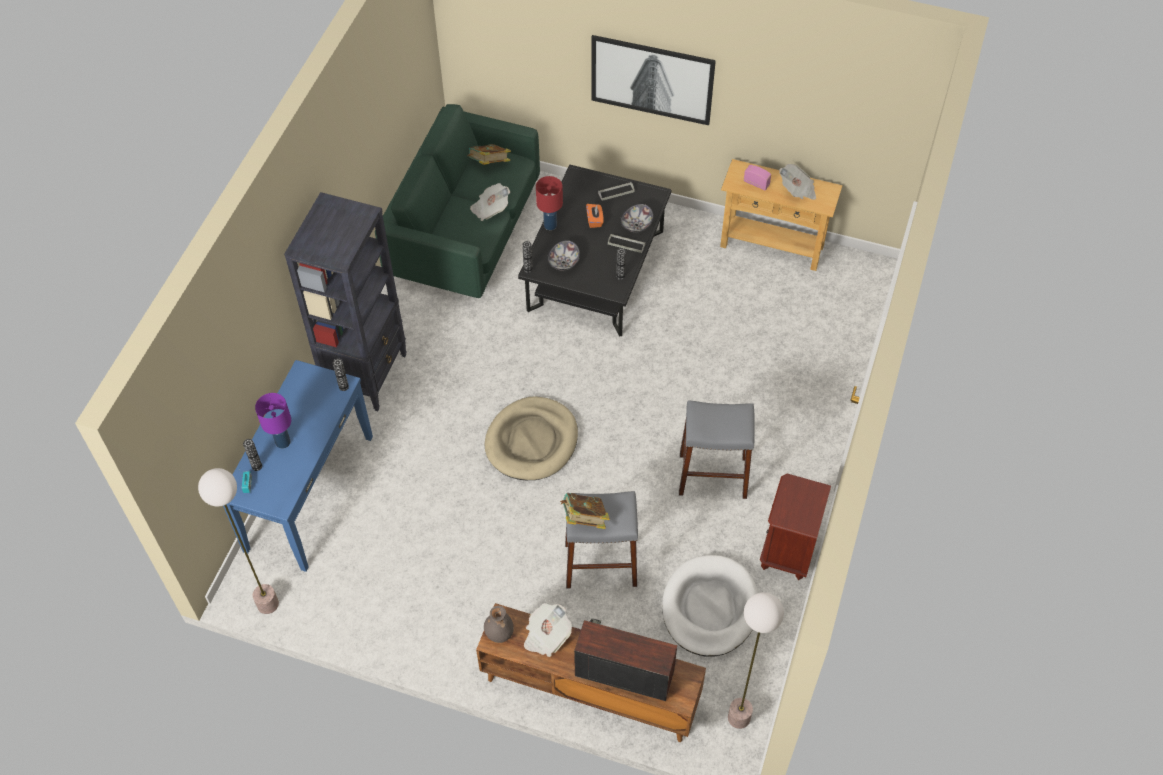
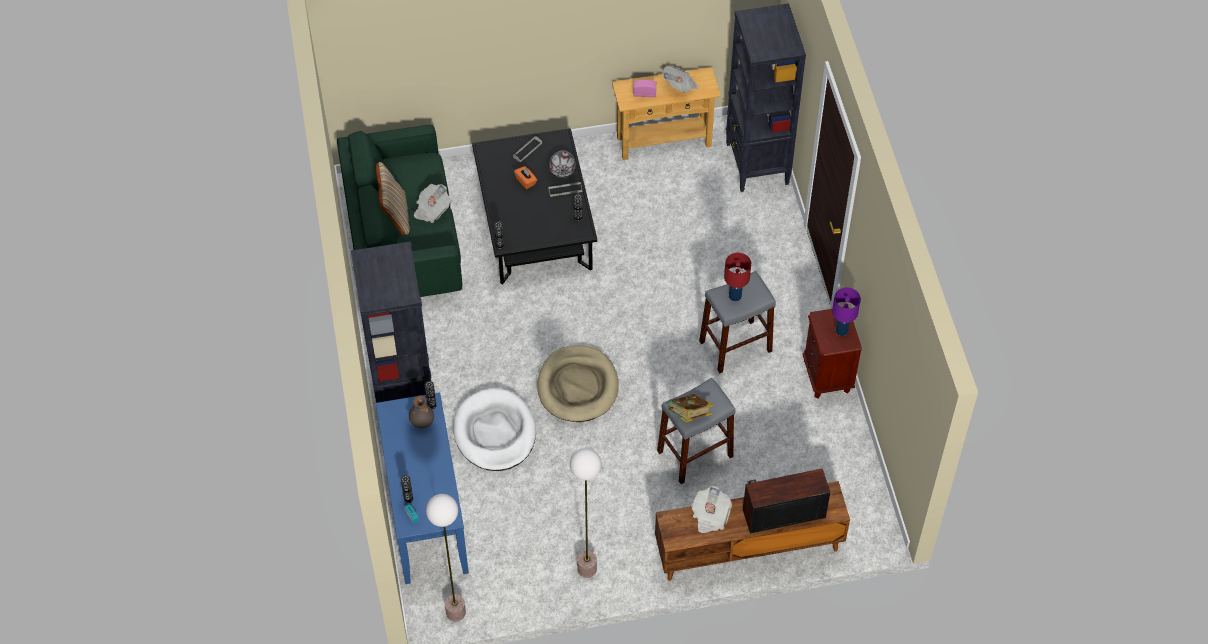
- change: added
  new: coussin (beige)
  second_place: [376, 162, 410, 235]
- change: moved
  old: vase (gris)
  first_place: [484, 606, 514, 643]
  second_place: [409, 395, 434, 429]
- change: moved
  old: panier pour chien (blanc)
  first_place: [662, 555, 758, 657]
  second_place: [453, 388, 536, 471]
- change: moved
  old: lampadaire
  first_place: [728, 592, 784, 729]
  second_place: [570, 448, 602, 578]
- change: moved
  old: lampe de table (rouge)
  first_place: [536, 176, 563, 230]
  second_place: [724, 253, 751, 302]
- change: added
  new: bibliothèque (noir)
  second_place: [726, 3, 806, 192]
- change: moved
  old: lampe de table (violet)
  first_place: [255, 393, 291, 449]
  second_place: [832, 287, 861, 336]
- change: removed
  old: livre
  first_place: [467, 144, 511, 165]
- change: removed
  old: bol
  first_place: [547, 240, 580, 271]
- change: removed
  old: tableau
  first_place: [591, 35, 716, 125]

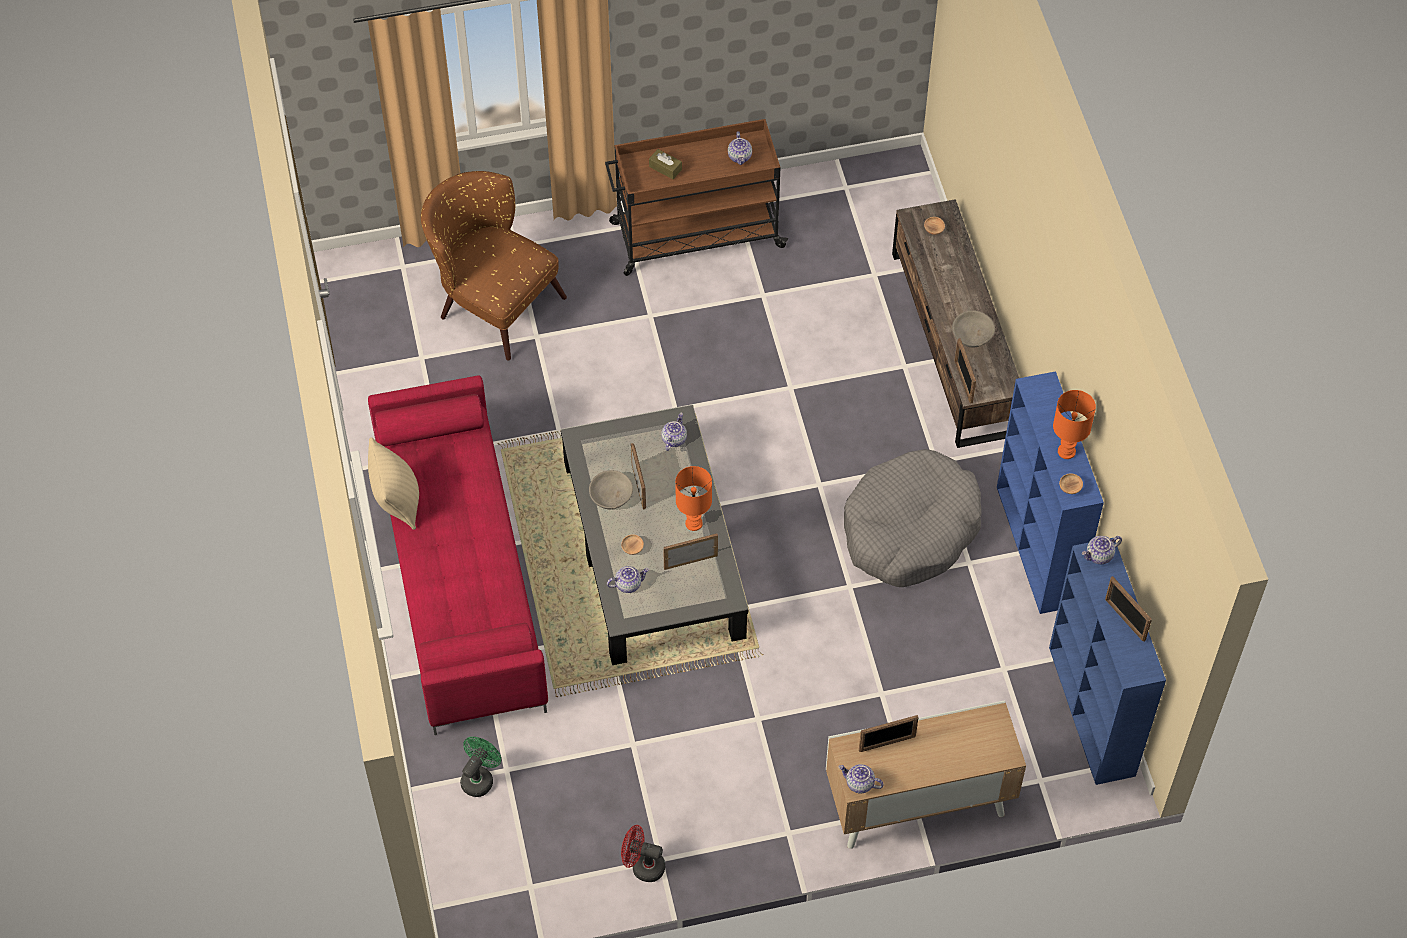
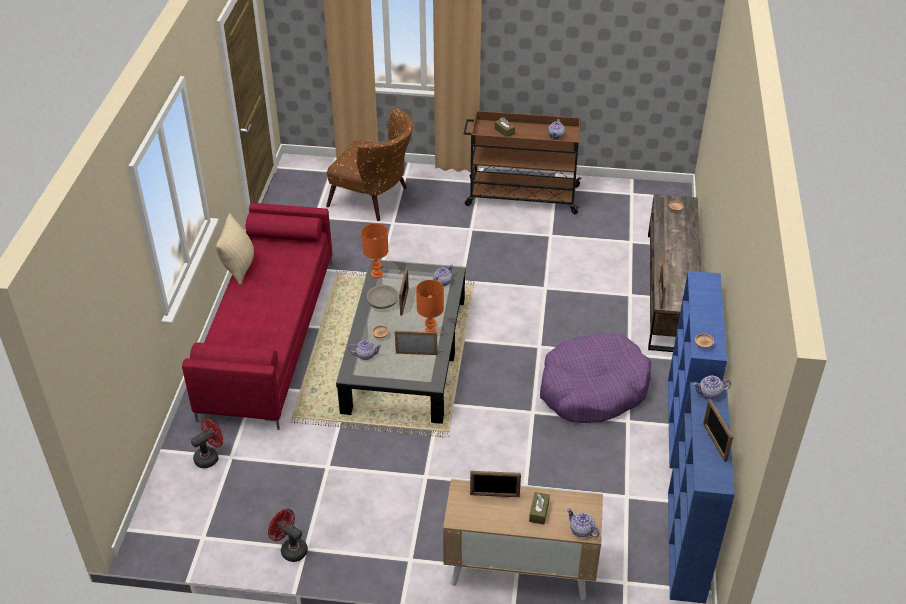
- change: recoloured
  old: ventilateur (vert)
  new: ventilateur (rouge)
  first_place: [460, 737, 501, 797]
  second_place: [191, 418, 223, 468]
- change: turned
  old: fauteuil (marron)
  first_place: [421, 171, 567, 361]
  second_place: [326, 108, 414, 221]
  degrees: 150
- change: moved
  old: lampe de table (orange)
  first_place: [1053, 390, 1096, 459]
  second_place: [362, 223, 388, 278]
- change: added
  new: boîte à mouchoirs (marron)
  second_place: [529, 492, 550, 525]
- change: recoloured
  old: panier pour chien (gris)
  new: panier pour chien (violet)
  first_place: [844, 449, 982, 587]
  second_place: [540, 333, 651, 423]
- change: moved
  old: théière
  first_place: [839, 764, 883, 794]
  second_place: [567, 508, 600, 537]
- change: removed
  old: bol (gris)
  first_place: [952, 310, 995, 347]

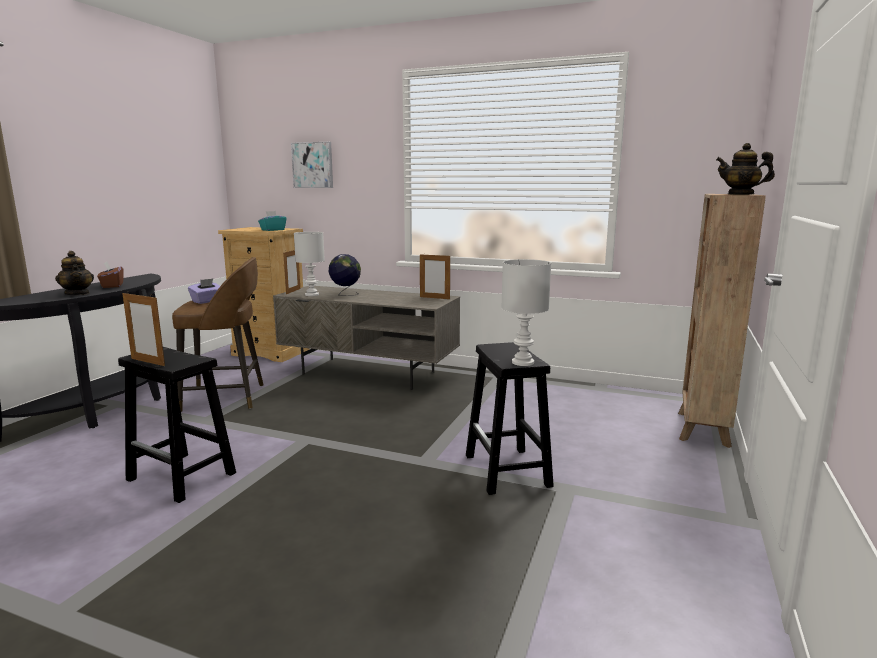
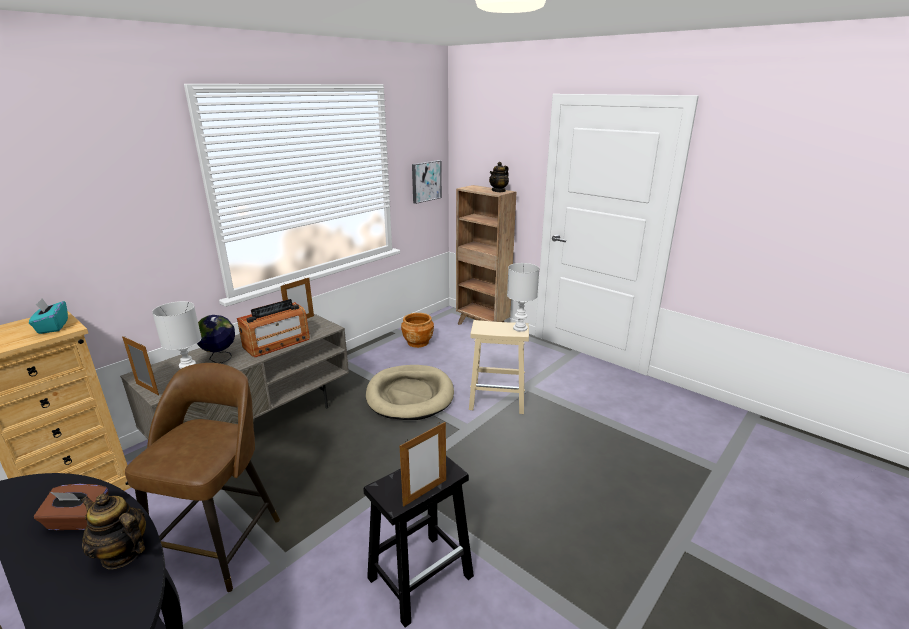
- change: turned
  old: théière
  first_place: [55, 251, 94, 295]
  second_place: [81, 494, 146, 569]
  degrees: -135
- change: added
  new: radio
  second_place: [237, 299, 310, 357]
- change: added
  new: panier pour chien (beige)
  second_place: [366, 365, 454, 420]
- change: added
  new: cache-pot (marron)
  second_place: [401, 313, 434, 348]
- change: moved
  old: tableau
  first_place: [291, 142, 333, 188]
  second_place: [412, 160, 442, 204]
- change: recoloured
  old: tabouret (noir)
  new: tabouret (beige)
  first_place: [466, 342, 554, 495]
  second_place: [469, 320, 529, 414]
- change: removed
  old: boîte à mouchoirs (violet)
  first_place: [188, 278, 220, 304]

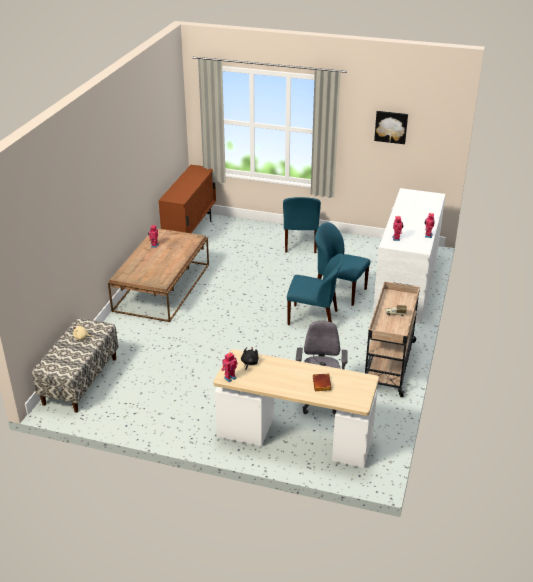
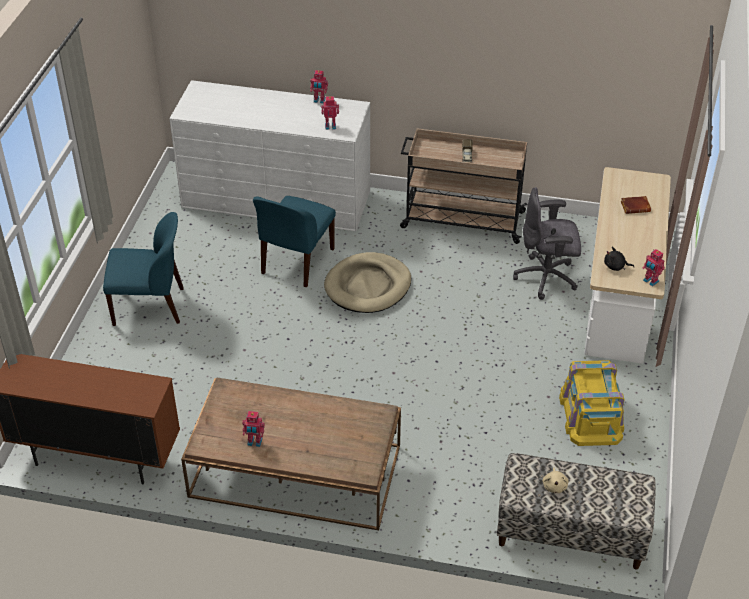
- change: replaced
  old: chaise (bleu)
  new: panier pour chien (beige)
  first_place: [287, 253, 344, 325]
  second_place: [324, 252, 411, 313]
- change: added
  new: boîte de rangement (jaune)
  second_place: [559, 360, 624, 446]
- change: removed
  old: tableau
  first_place: [374, 111, 408, 144]

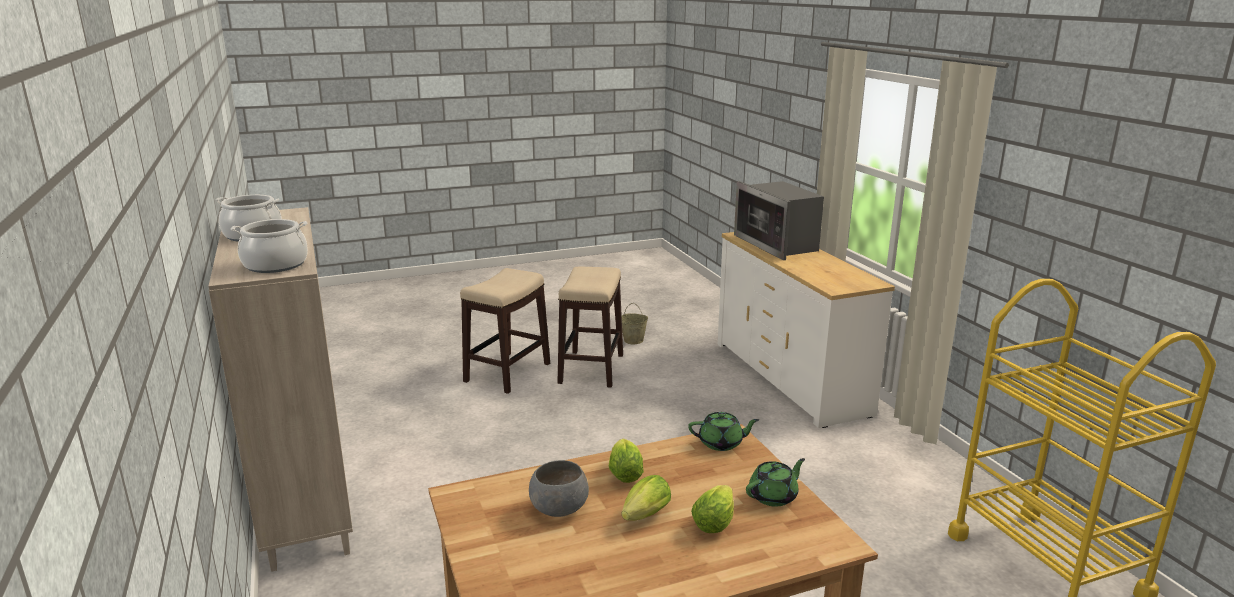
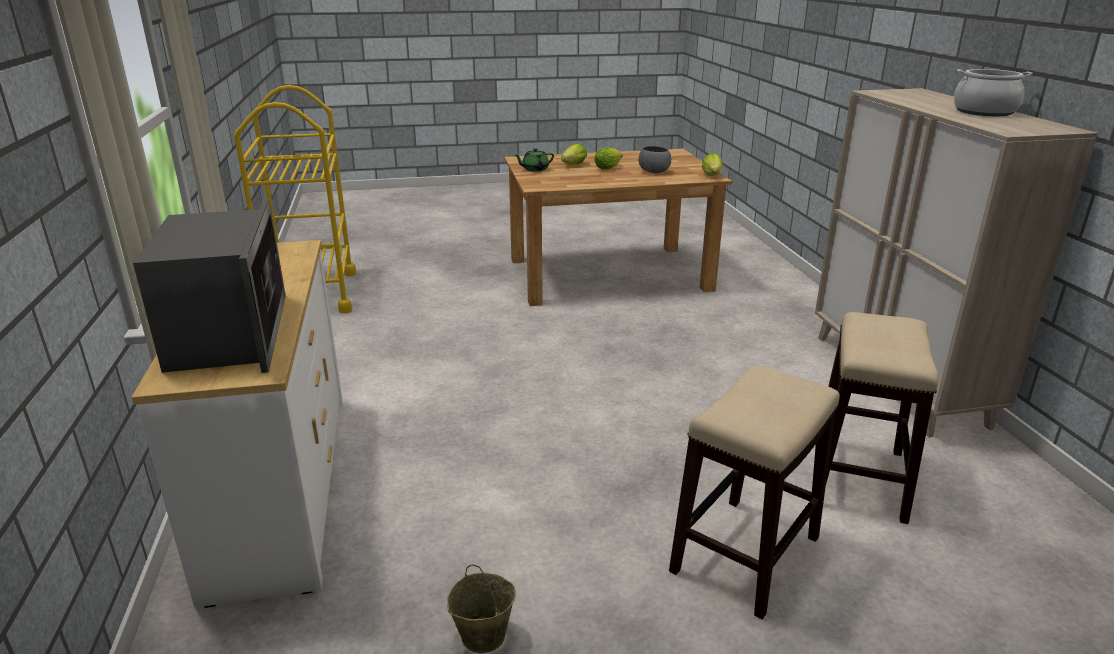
- change: moved
  old: laitue
  first_place: [609, 438, 644, 483]
  second_place: [702, 153, 723, 176]
- change: moved
  old: tabouret
  first_place: [557, 266, 623, 388]
  second_place: [826, 312, 939, 524]
- change: removed
  old: marmite
  first_place: [231, 219, 308, 273]
- change: removed
  old: théière (vert)
  first_place: [688, 412, 759, 451]

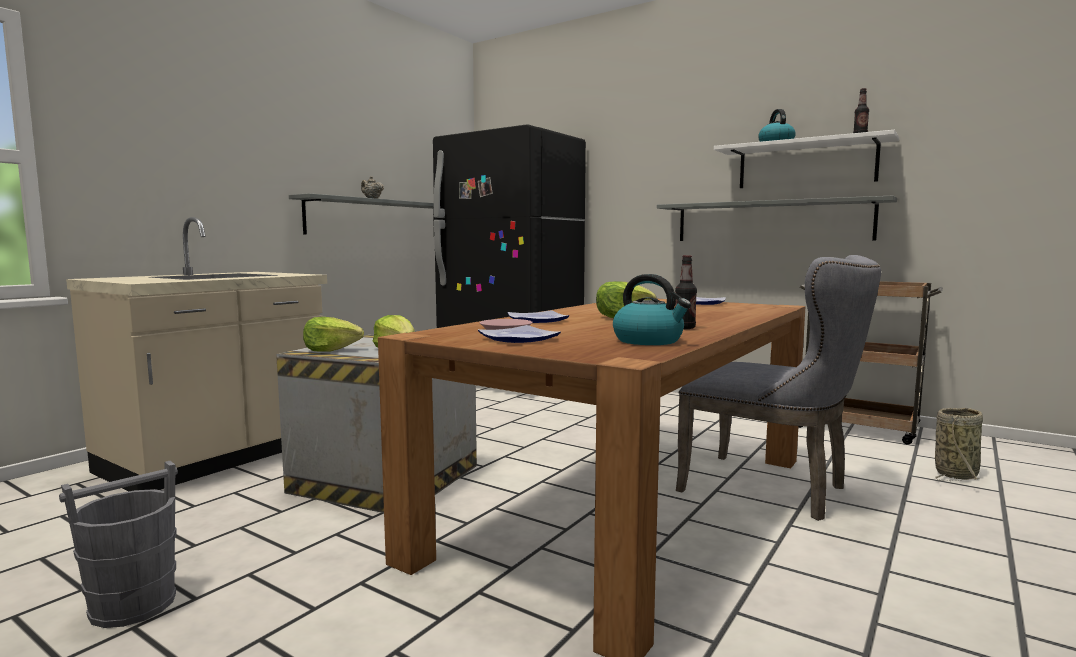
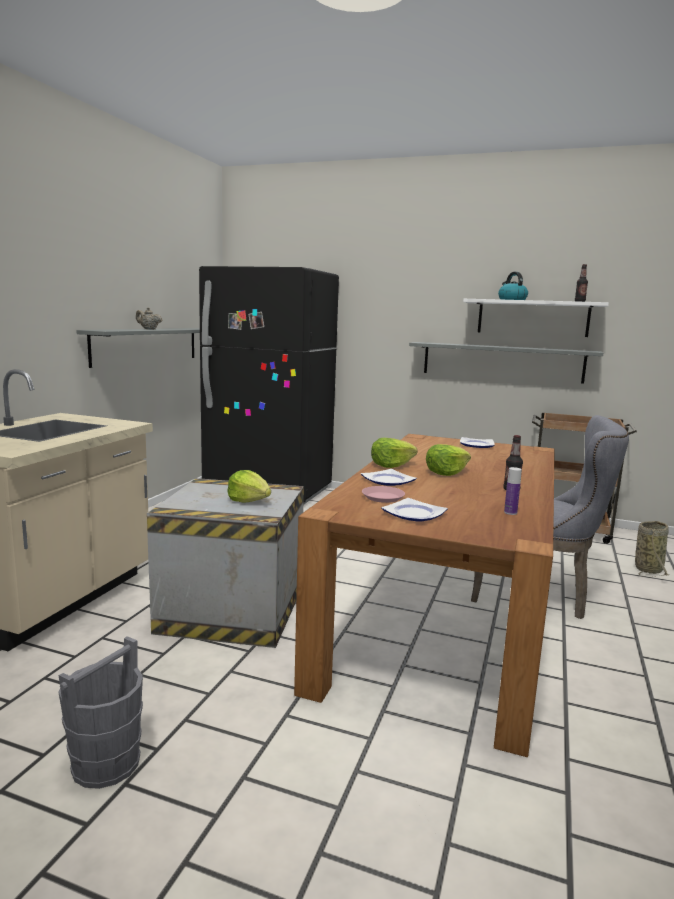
- change: moved
  old: laitue
  first_place: [303, 317, 364, 352]
  second_place: [371, 438, 418, 468]
- change: replaced
  old: bouilloire
  new: bouteille
  first_place: [613, 274, 691, 345]
  second_place: [504, 467, 522, 515]

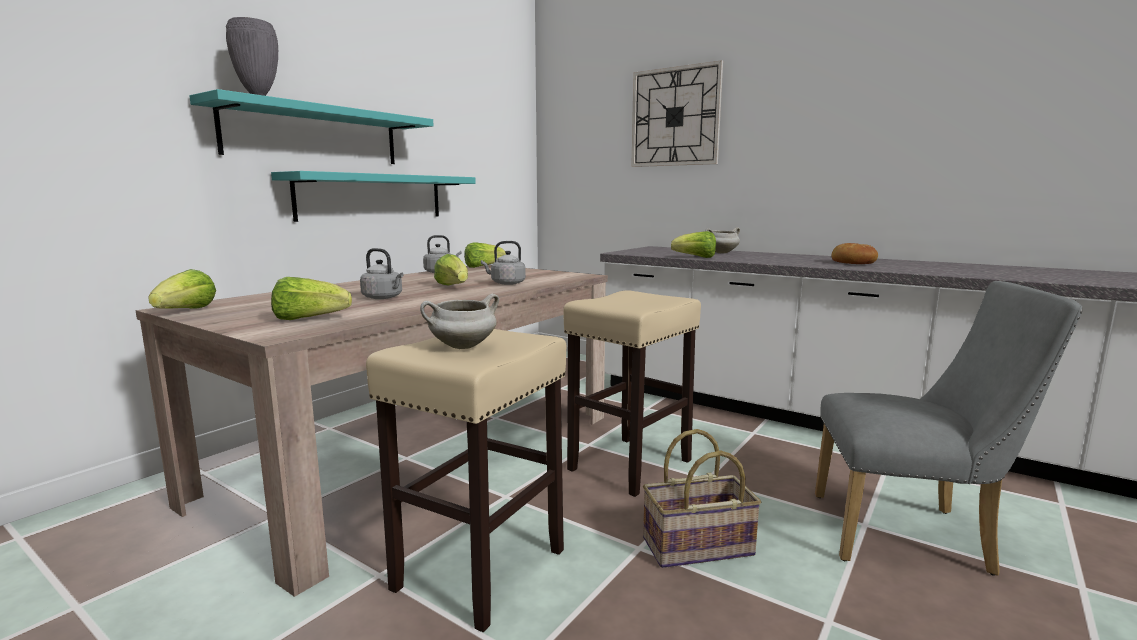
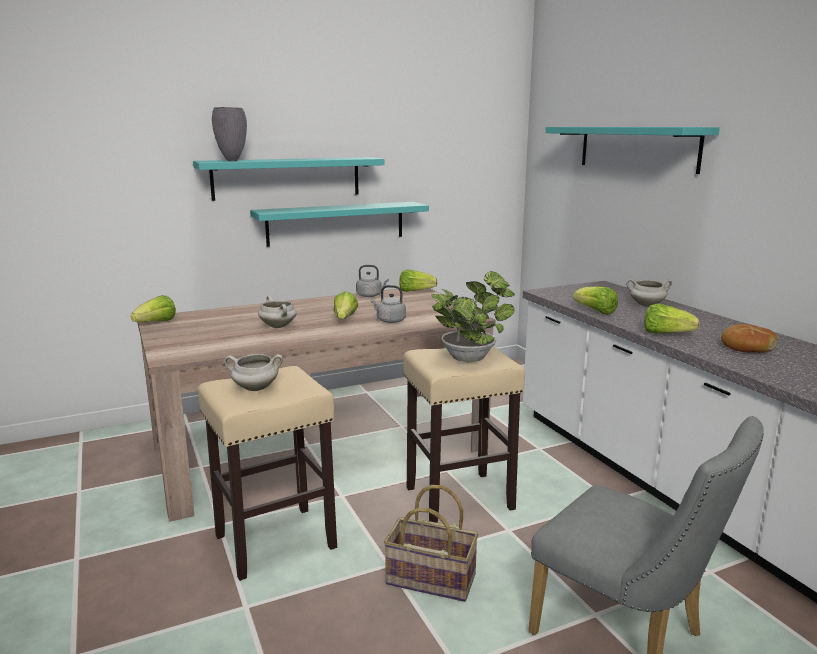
- change: replaced
  old: bouilloire (gris)
  new: marmite (blanc)
  first_place: [360, 248, 403, 299]
  second_place: [258, 296, 296, 328]
- change: added
  new: plante en pot
  second_place: [432, 271, 515, 362]
- change: replaced
  old: horloge murale
  new: étagère (turquoise)
  first_place: [631, 60, 723, 167]
  second_place: [545, 127, 720, 174]
- change: moved
  old: laitue
  first_place: [271, 277, 352, 320]
  second_place: [644, 303, 700, 333]

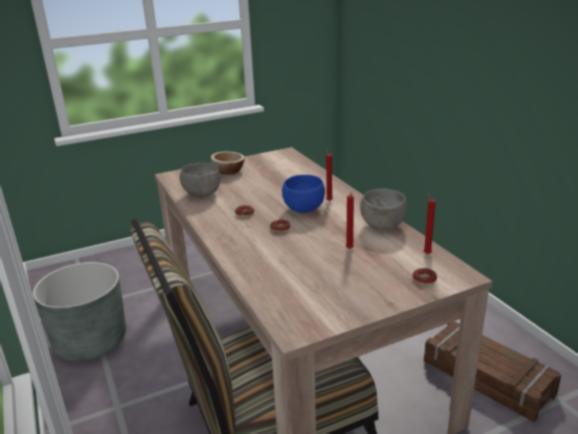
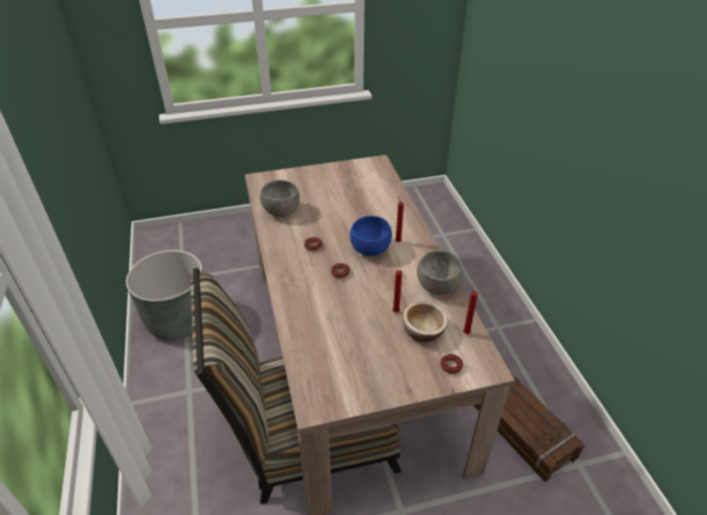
- change: moved
  old: bol
  first_place: [211, 151, 245, 175]
  second_place: [403, 301, 448, 342]

